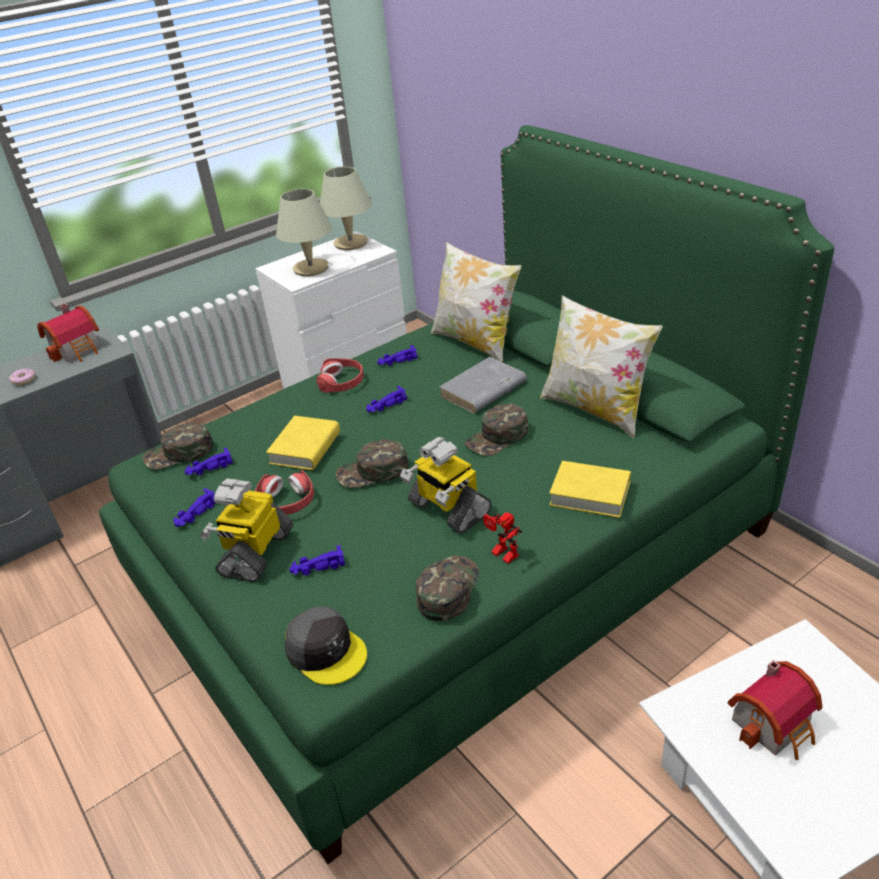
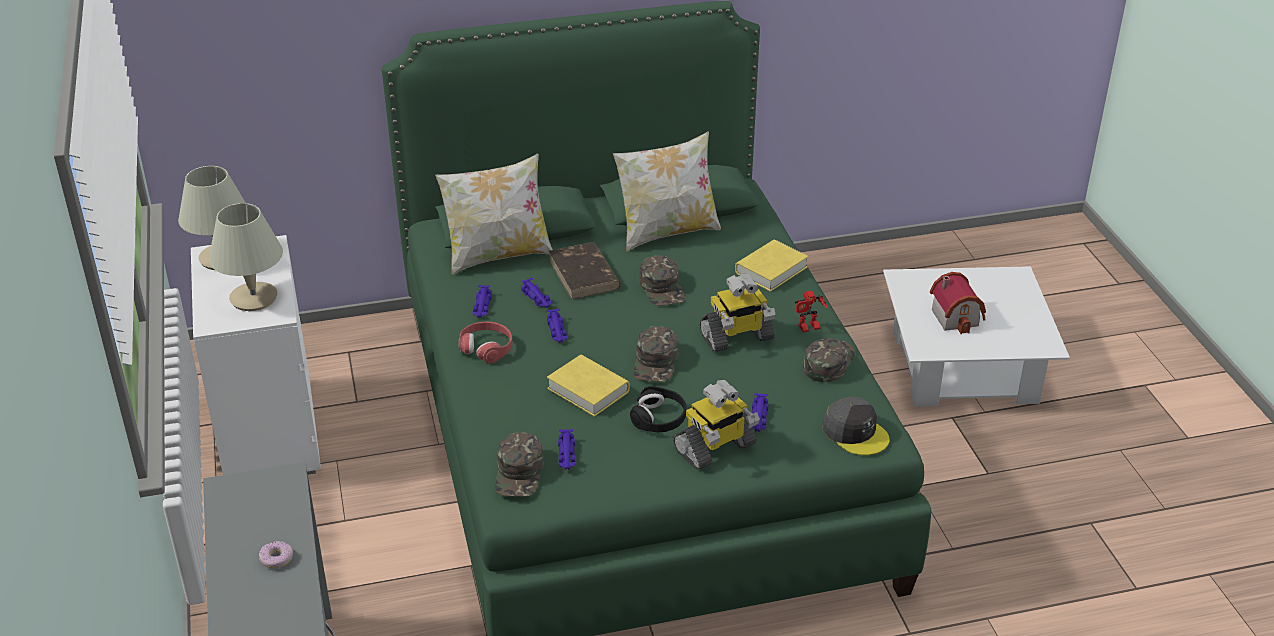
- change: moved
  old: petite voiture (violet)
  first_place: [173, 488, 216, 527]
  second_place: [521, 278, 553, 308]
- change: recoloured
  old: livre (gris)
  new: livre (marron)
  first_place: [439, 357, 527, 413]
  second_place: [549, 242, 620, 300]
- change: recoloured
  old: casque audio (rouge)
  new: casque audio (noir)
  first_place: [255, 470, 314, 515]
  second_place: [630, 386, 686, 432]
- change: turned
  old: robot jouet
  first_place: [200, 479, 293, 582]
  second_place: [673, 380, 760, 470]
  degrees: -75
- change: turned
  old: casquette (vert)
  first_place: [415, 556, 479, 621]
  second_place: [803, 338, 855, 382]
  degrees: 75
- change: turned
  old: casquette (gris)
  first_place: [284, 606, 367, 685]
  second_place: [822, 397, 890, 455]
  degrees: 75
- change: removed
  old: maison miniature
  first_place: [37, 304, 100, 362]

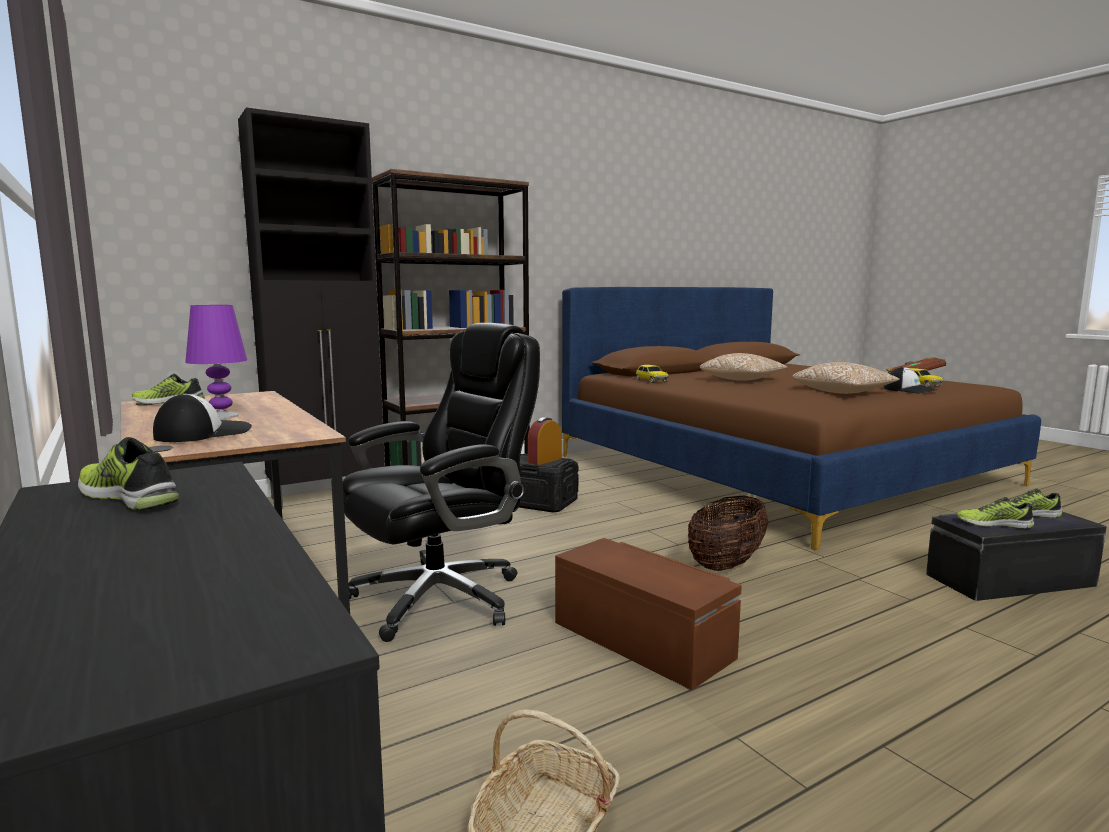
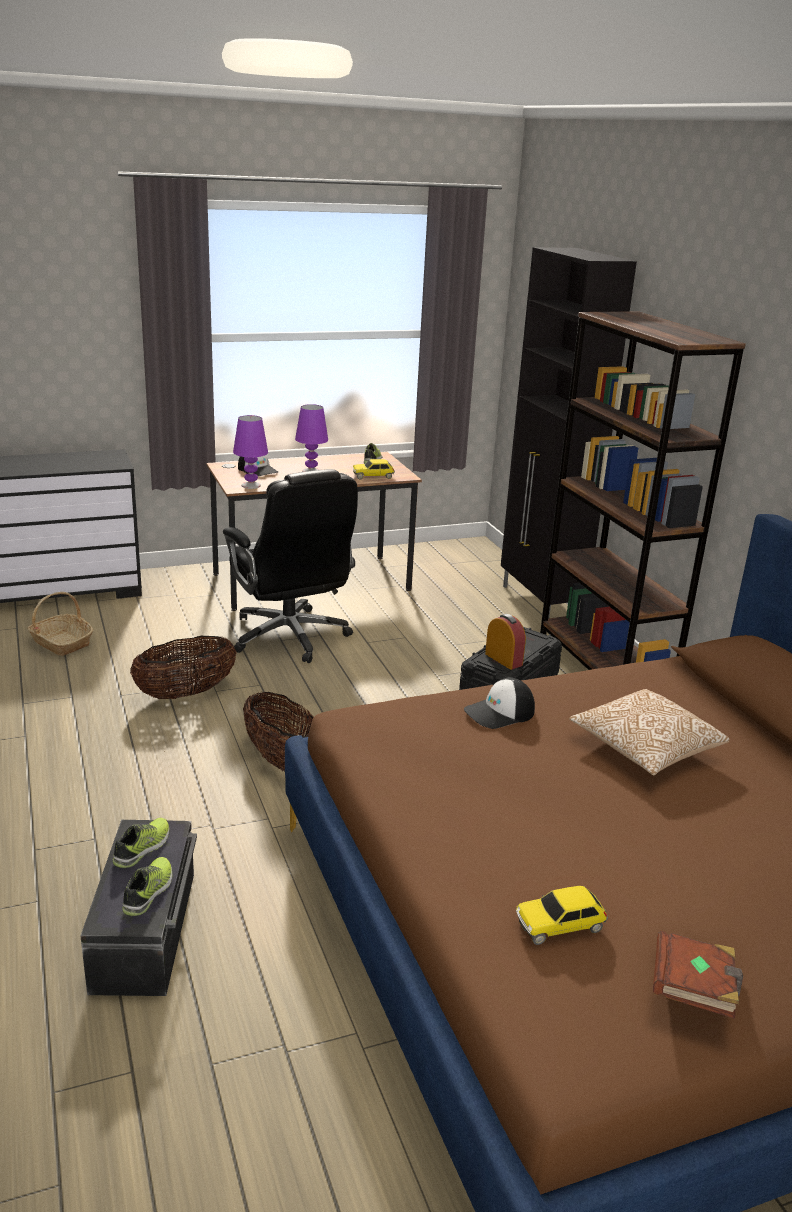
- change: replaced
  old: boîte de rangement (marron)
  new: panier
  first_place: [555, 538, 742, 690]
  second_place: [130, 636, 237, 699]
- change: added
  new: lampe de table (violet)
  second_place: [233, 415, 268, 489]
- change: moved
  old: petite voiture
  first_place: [636, 365, 669, 383]
  second_place: [353, 459, 395, 479]
- change: moved
  old: casquette
  first_place: [884, 367, 937, 393]
  second_place: [464, 677, 535, 729]
- change: removed
  old: chaussure
  first_place: [78, 437, 179, 510]
- change: removed
  old: coussin
  first_place: [792, 362, 900, 394]

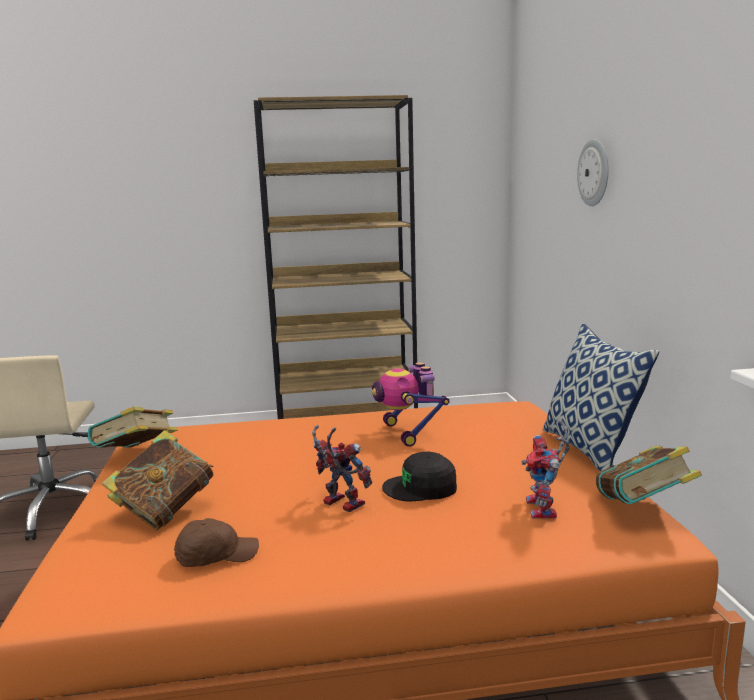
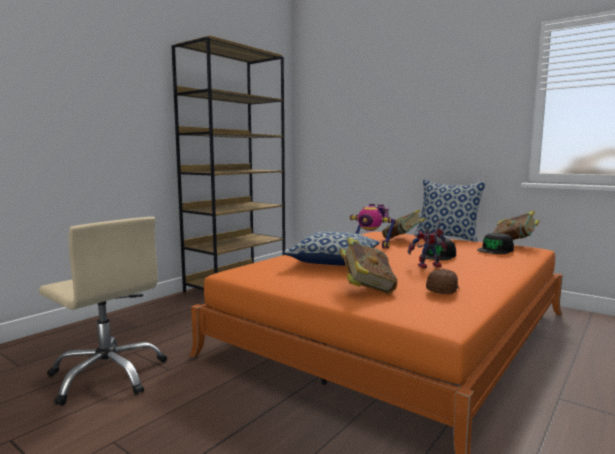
- change: added
  new: coussin
  second_place: [283, 231, 380, 266]
- change: moved
  old: livre
  first_place: [88, 407, 177, 448]
  second_place: [382, 209, 425, 239]
- change: replaced
  old: robot jouet
  new: casquette (noir)
  first_place: [522, 419, 570, 519]
  second_place: [477, 233, 514, 254]
- change: removed
  old: horloge murale
  first_place: [577, 139, 609, 206]

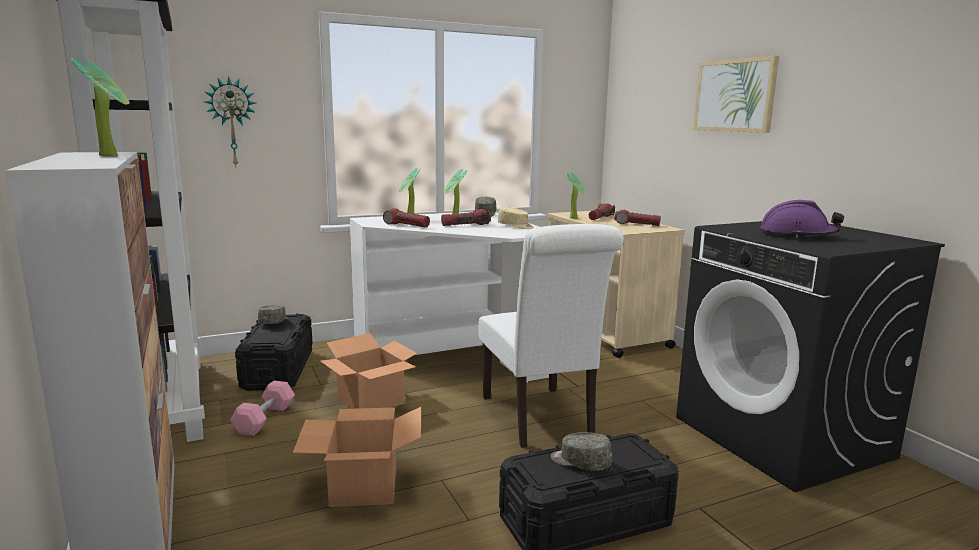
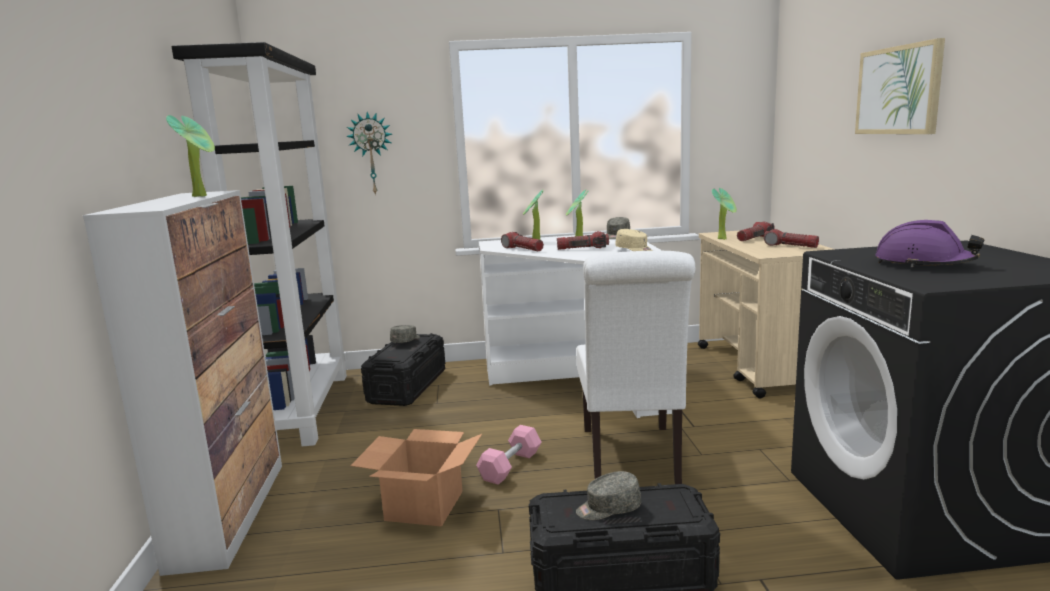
- change: moved
  old: haltère (rose)
  first_place: [230, 381, 295, 436]
  second_place: [476, 425, 542, 485]
- change: turned
  old: casquette (gris)
  first_place: [551, 432, 612, 471]
  second_place: [576, 471, 641, 520]
  degrees: -60
- change: removed
  old: carton
  first_place: [320, 333, 418, 409]

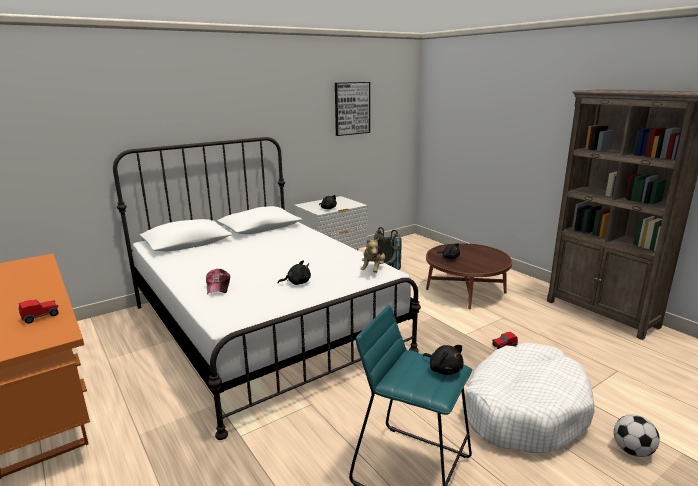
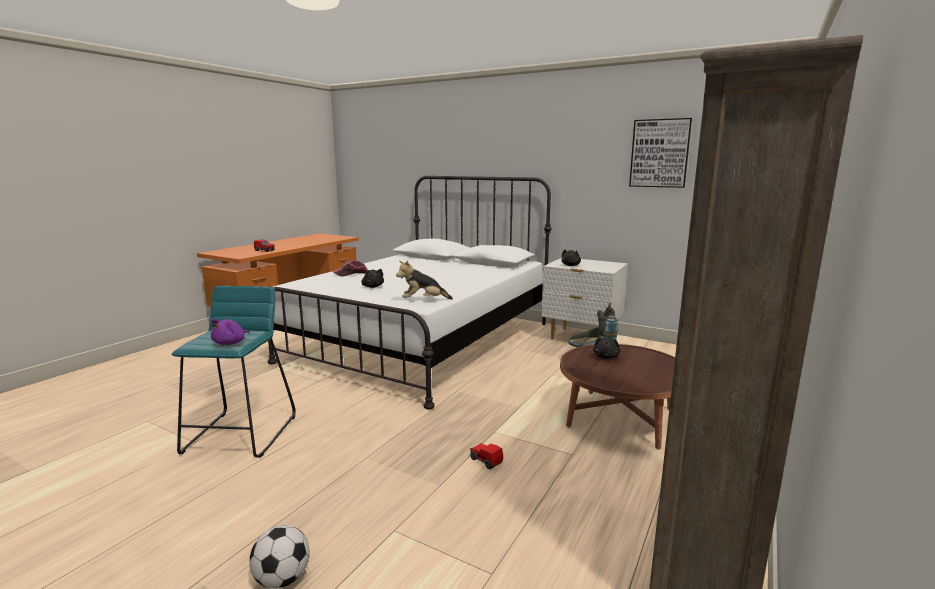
- change: recoloured
  old: peluche (noir)
  new: peluche (violet)
  first_place: [423, 345, 464, 375]
  second_place: [211, 318, 250, 345]
- change: removed
  old: panier pour chien (blanc)
  first_place: [462, 342, 595, 453]

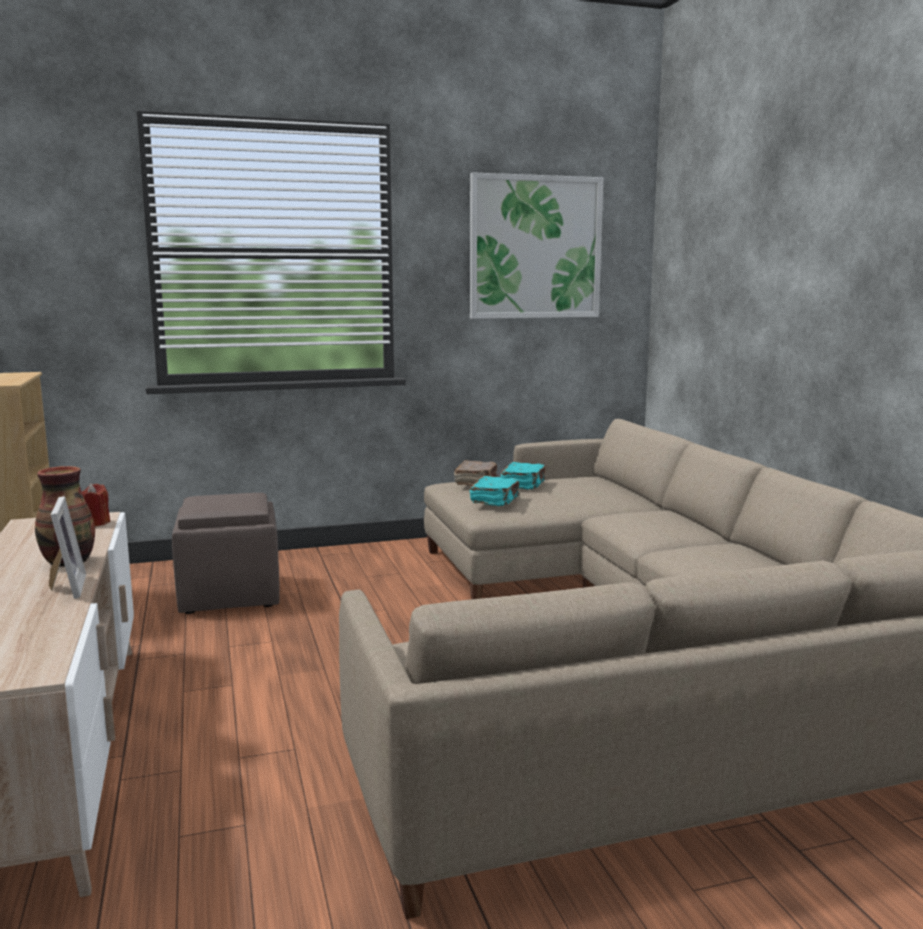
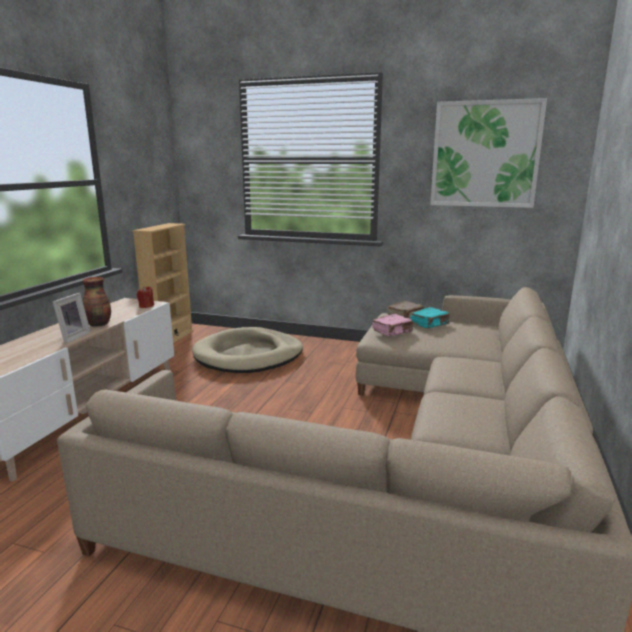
- change: replaced
  old: pouf (marron)
  new: panier pour chien (beige)
  first_place: [172, 493, 280, 614]
  second_place: [192, 327, 303, 373]
- change: recoloured
  old: livre (turquoise)
  new: livre (rose)
  first_place: [470, 476, 520, 506]
  second_place: [372, 314, 413, 336]

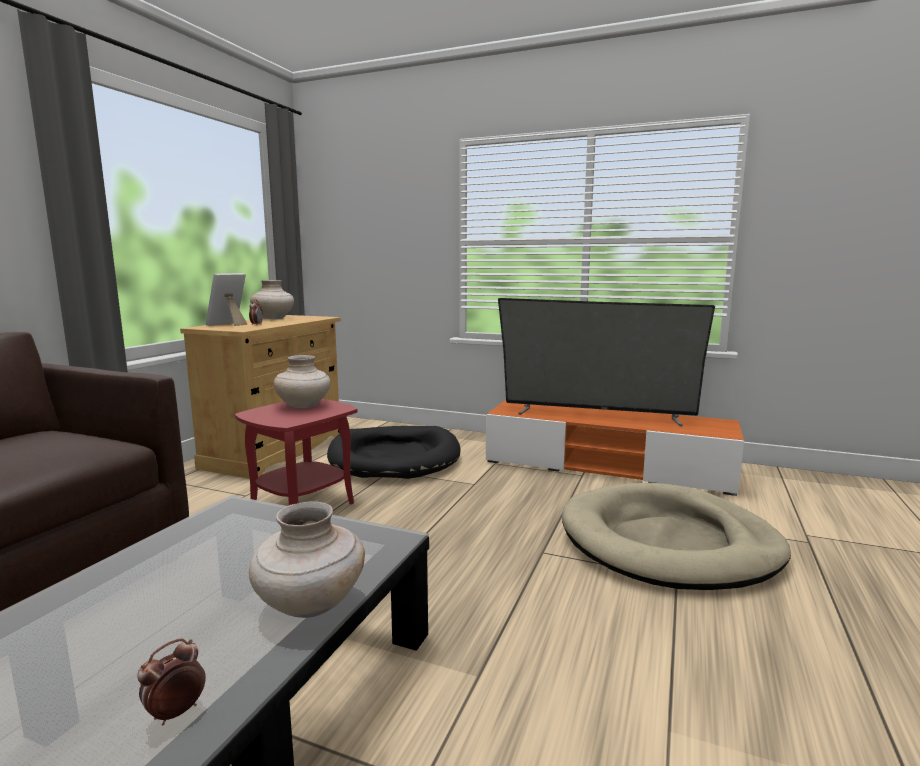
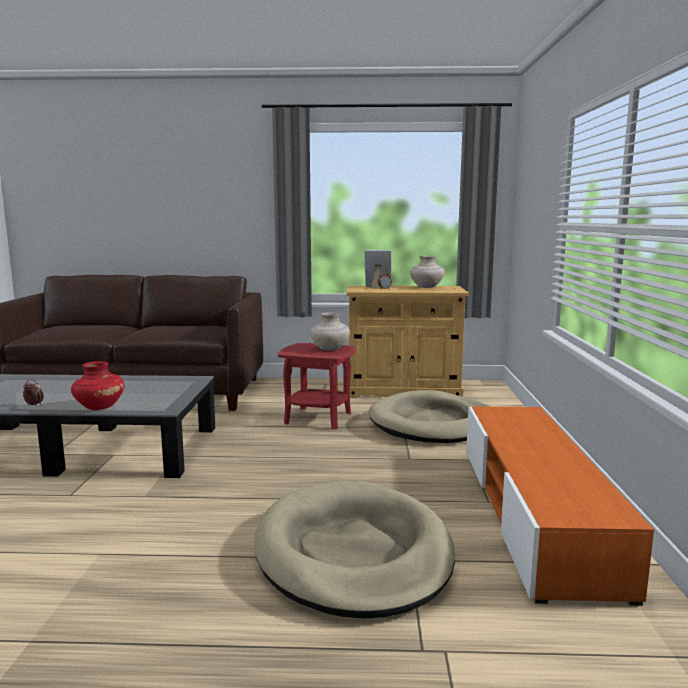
- change: recoloured
  old: vase (beige)
  new: vase (rouge)
  first_place: [249, 501, 365, 618]
  second_place: [71, 361, 125, 410]
- change: recoloured
  old: panier pour chien (noir)
  new: panier pour chien (beige)
  first_place: [327, 426, 461, 479]
  second_place: [369, 390, 492, 443]
- change: removed
  old: téléviseur
  first_place: [498, 298, 715, 426]

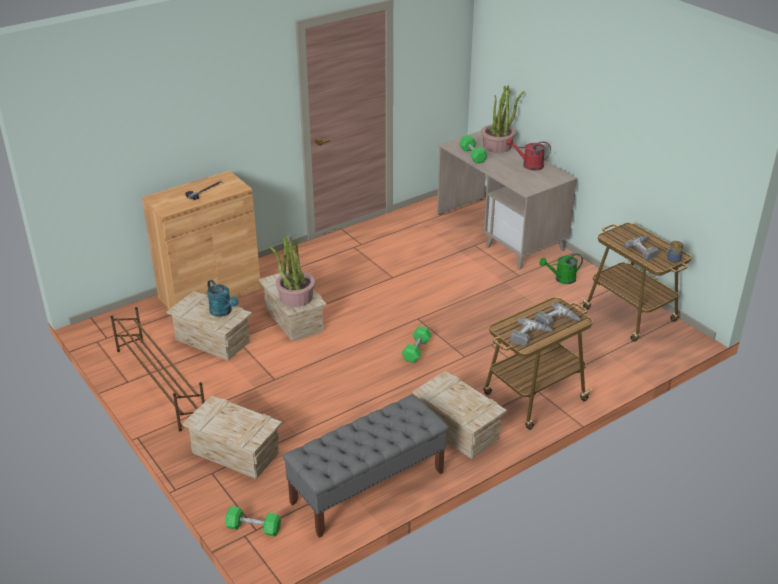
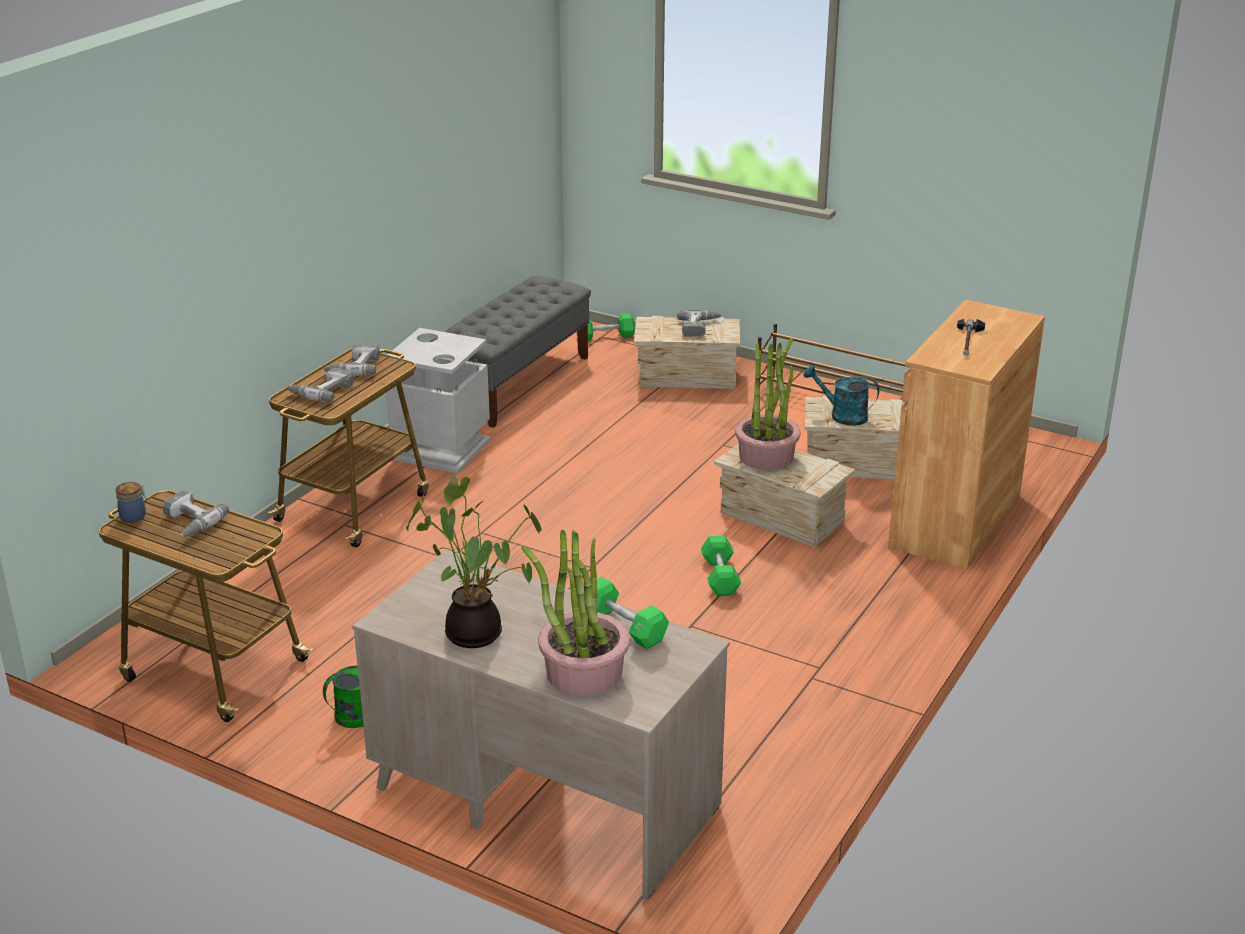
- change: replaced
  old: caisse
  new: poubelle (gris)
  first_place: [413, 371, 507, 459]
  second_place: [386, 328, 491, 473]
- change: replaced
  old: arrosoir (rouge)
  new: plante en pot
  first_place: [506, 138, 551, 170]
  second_place: [406, 476, 542, 648]
- change: added
  new: perceuse
  second_place: [677, 310, 721, 337]
- change: moved
  old: haltère (vert)
  first_place: [401, 326, 432, 363]
  second_place: [701, 536, 741, 596]

